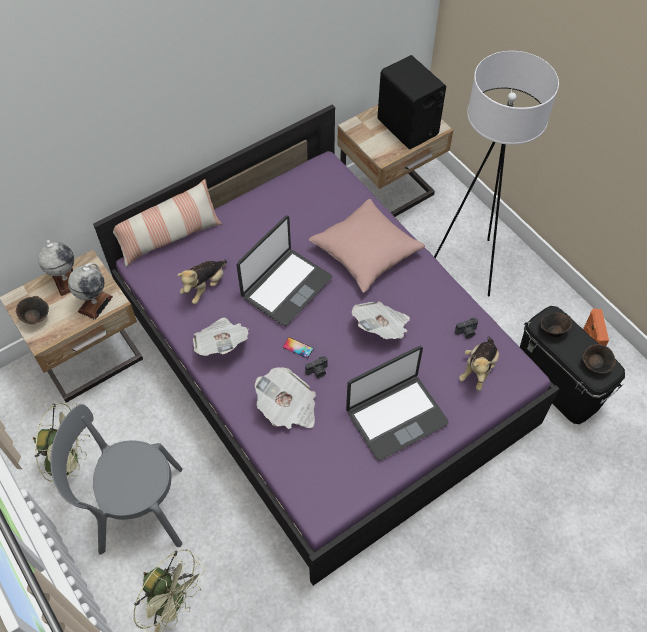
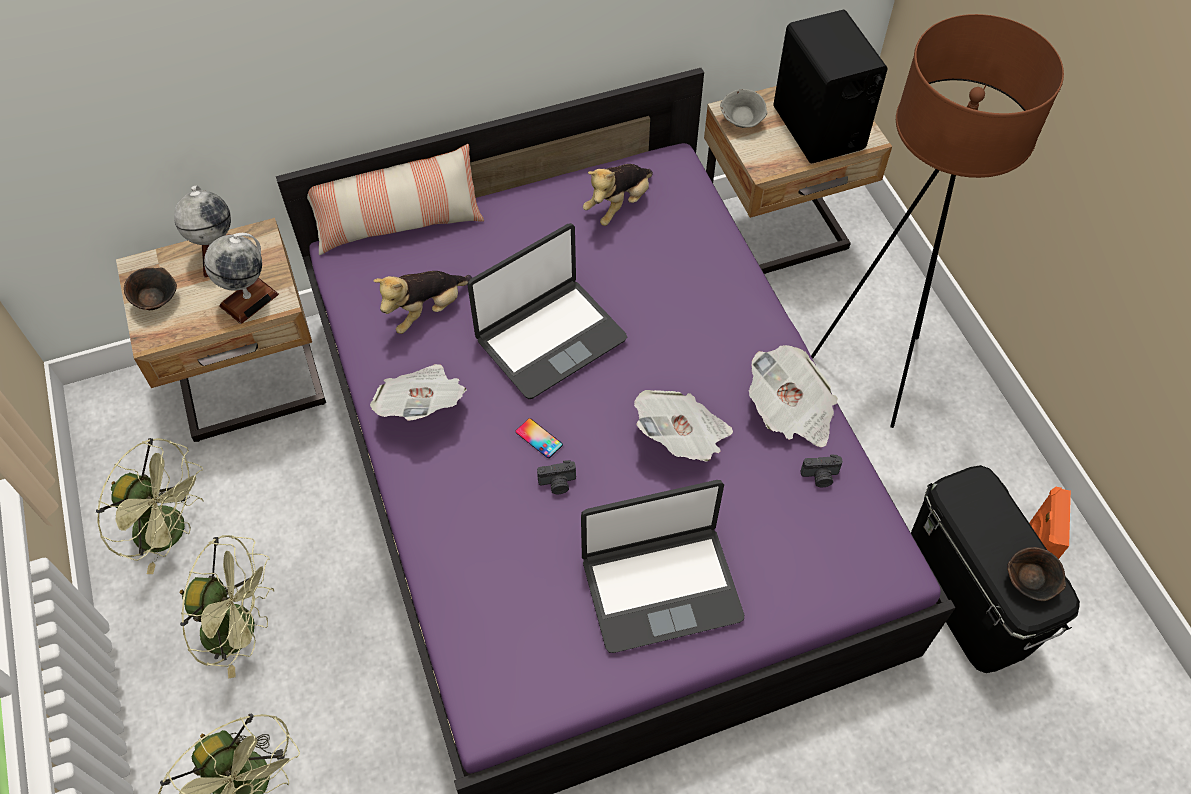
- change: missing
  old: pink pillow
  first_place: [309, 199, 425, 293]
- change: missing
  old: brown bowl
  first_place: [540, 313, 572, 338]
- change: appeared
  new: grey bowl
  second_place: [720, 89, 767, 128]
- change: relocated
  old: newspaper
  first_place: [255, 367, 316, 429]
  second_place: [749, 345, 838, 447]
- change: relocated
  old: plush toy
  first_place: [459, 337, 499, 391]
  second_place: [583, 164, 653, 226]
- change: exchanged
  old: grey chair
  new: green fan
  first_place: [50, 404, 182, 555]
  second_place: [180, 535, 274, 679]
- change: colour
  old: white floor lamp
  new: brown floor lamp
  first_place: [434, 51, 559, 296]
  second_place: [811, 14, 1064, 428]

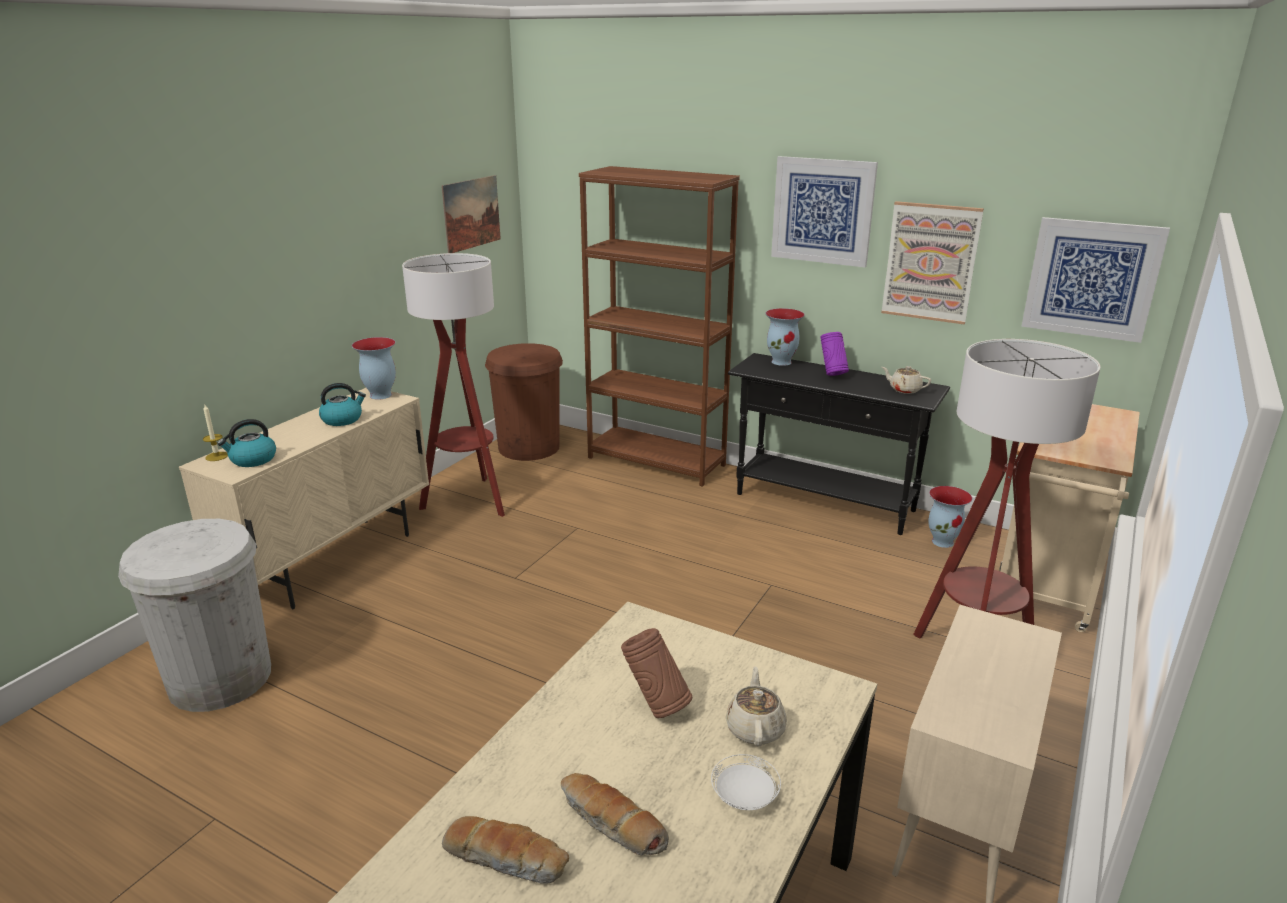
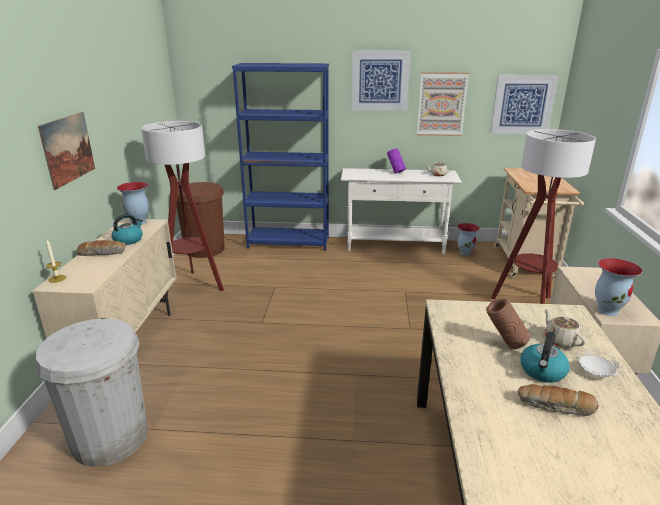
- change: relocated
  old: kettle
  first_place: [217, 419, 276, 467]
  second_place: [520, 332, 570, 383]
- change: relocated
  old: picture
  first_place: [441, 175, 501, 253]
  second_place: [38, 112, 95, 190]
- change: relocated
  old: bread
  first_place: [442, 816, 569, 884]
  second_place: [77, 240, 126, 256]
- change: relocated
  old: vase
  first_place: [766, 308, 804, 366]
  second_place: [595, 258, 643, 316]
- change: colour
  old: brown bookcase
  new: blue bookcase
  first_place: [579, 166, 740, 487]
  second_place: [232, 63, 329, 251]
- change: colour
  old: black console table
  new: white console table
  first_place: [728, 353, 950, 535]
  second_place: [341, 168, 462, 254]

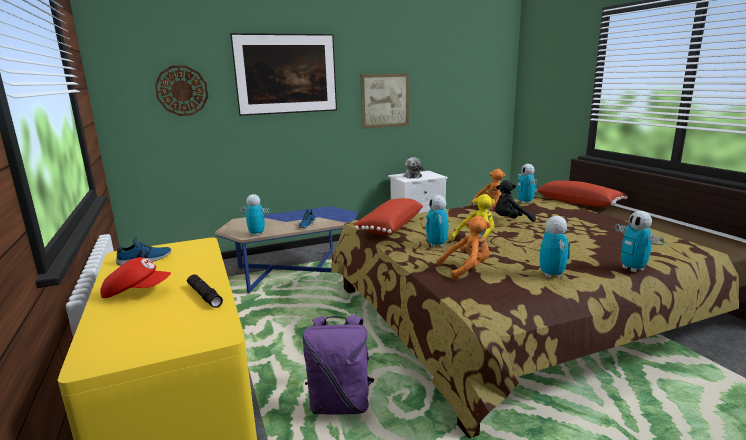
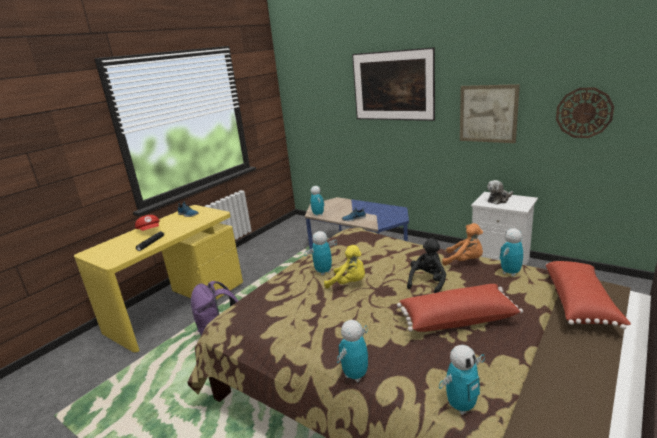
- change: missing
  old: orange plush toy
  first_place: [436, 216, 491, 280]
- change: relocated
  old: wall clock
  first_place: [155, 65, 208, 116]
  second_place: [556, 87, 614, 138]
- change: relocated
  old: red pillow
  first_place: [354, 198, 423, 235]
  second_place: [397, 284, 523, 332]
- change: relocated
  old: toy robot
  first_place: [540, 216, 570, 278]
  second_place: [439, 345, 485, 415]
- change: spun
  old: black plush toy
  first_place: [495, 180, 536, 222]
  second_place: [407, 238, 446, 293]
  degrees: 75

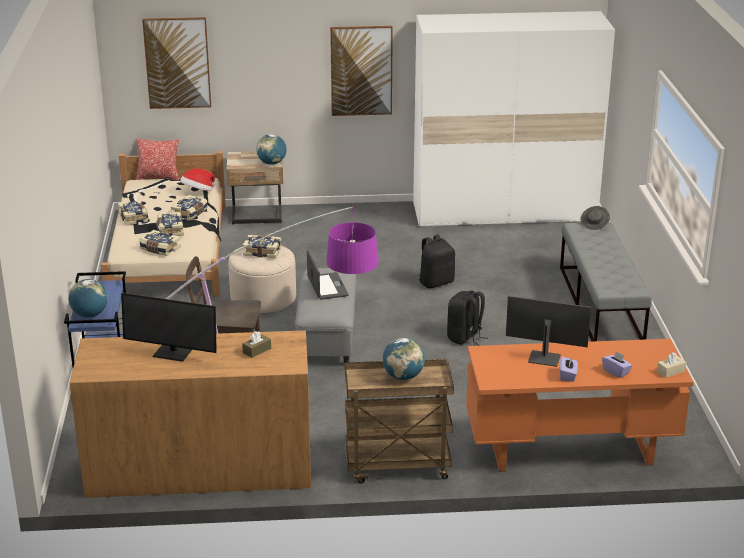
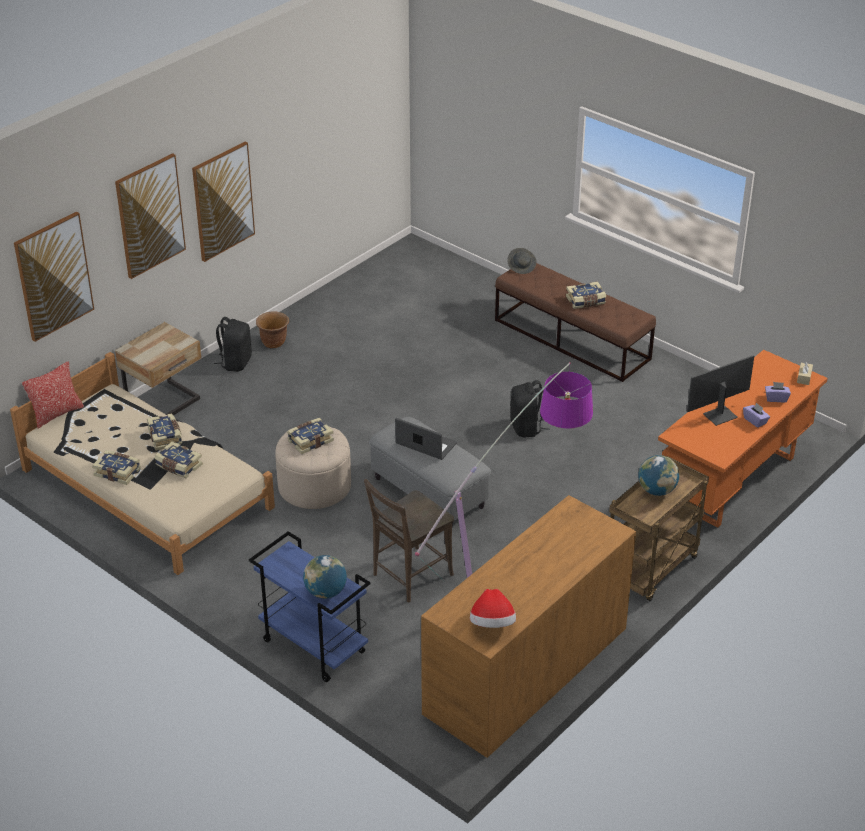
- change: missing
  old: monitor
  first_place: [121, 293, 217, 362]
- change: missing
  old: brown tissue box
  first_place: [242, 331, 271, 358]
- change: missing
  old: globe
  first_place: [256, 134, 286, 165]
- change: missing
  old: white wardrobe
  first_place: [413, 11, 615, 226]
- change: appeared
  new: picture
  second_place: [115, 153, 186, 279]
- change: appeared
  new: brown planter
  second_place: [256, 311, 289, 348]
- change: relocated
  old: book
  first_place: [139, 230, 181, 256]
  second_place: [566, 282, 606, 309]
- change: relocated
  old: hat
  first_place: [180, 169, 215, 191]
  second_place: [470, 589, 516, 628]
- change: relocated
  old: black backpack
  first_place: [418, 235, 455, 288]
  second_place: [214, 317, 252, 372]
- change: colour
  old: grey bench
  new: brown bench
  first_place: [560, 222, 652, 342]
  second_place: [495, 263, 656, 382]

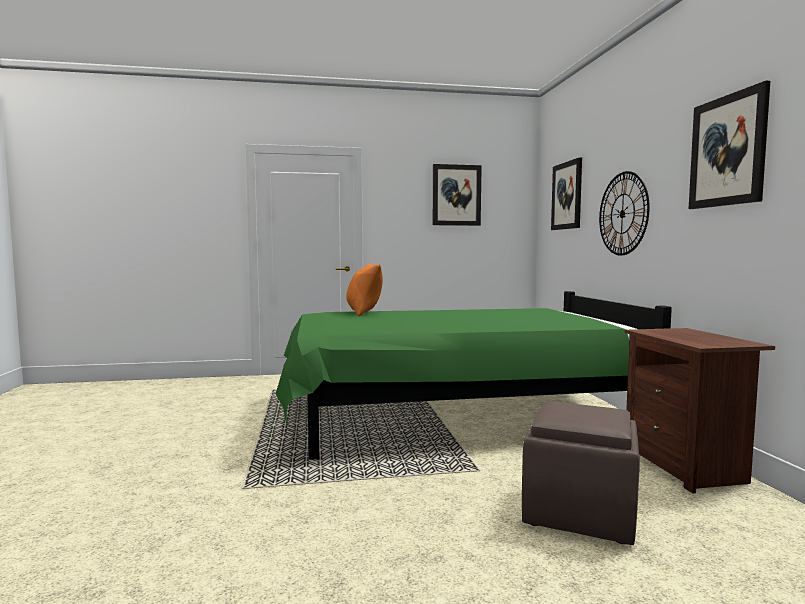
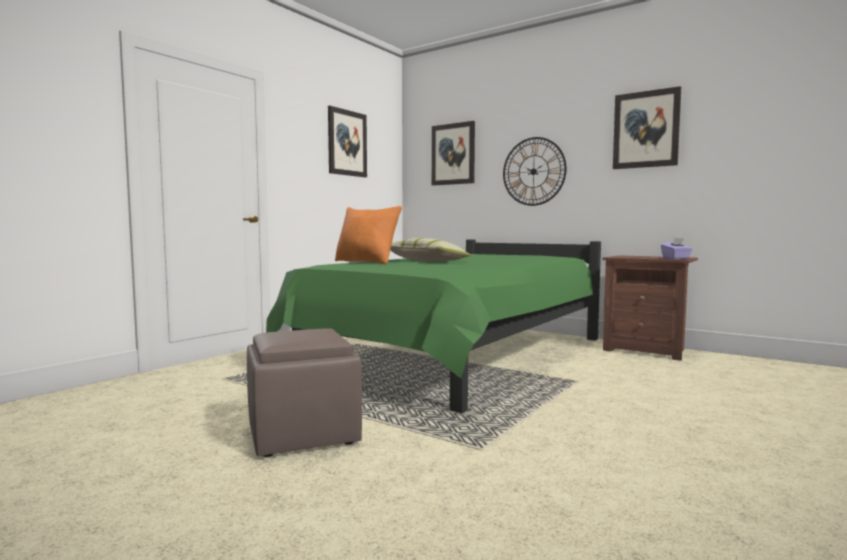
- change: appeared
  new: pillow
  second_place: [390, 238, 471, 261]
- change: appeared
  new: purple tissue box
  second_place: [661, 238, 693, 259]
- change: relocated
  old: brown ottoman
  first_place: [522, 401, 640, 545]
  second_place: [247, 328, 362, 457]

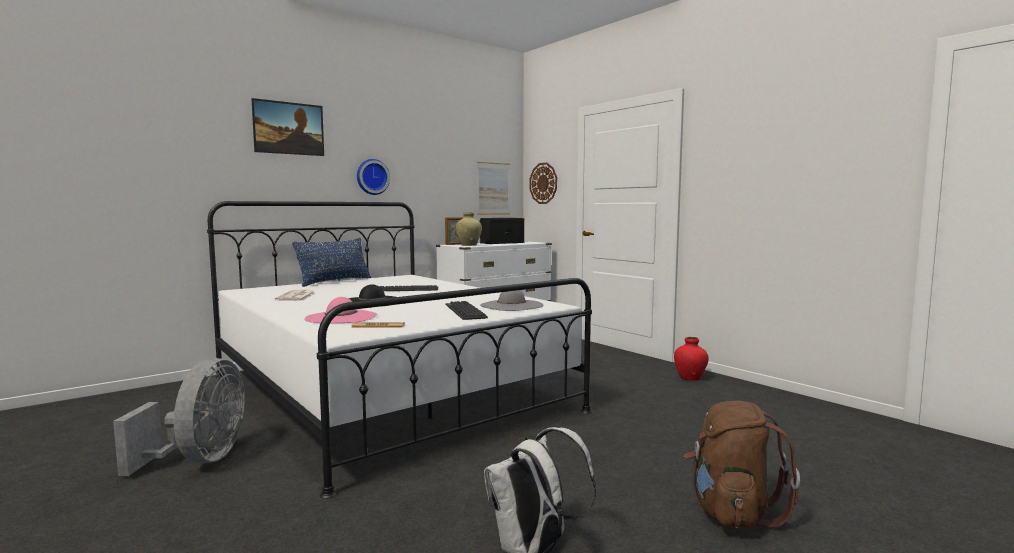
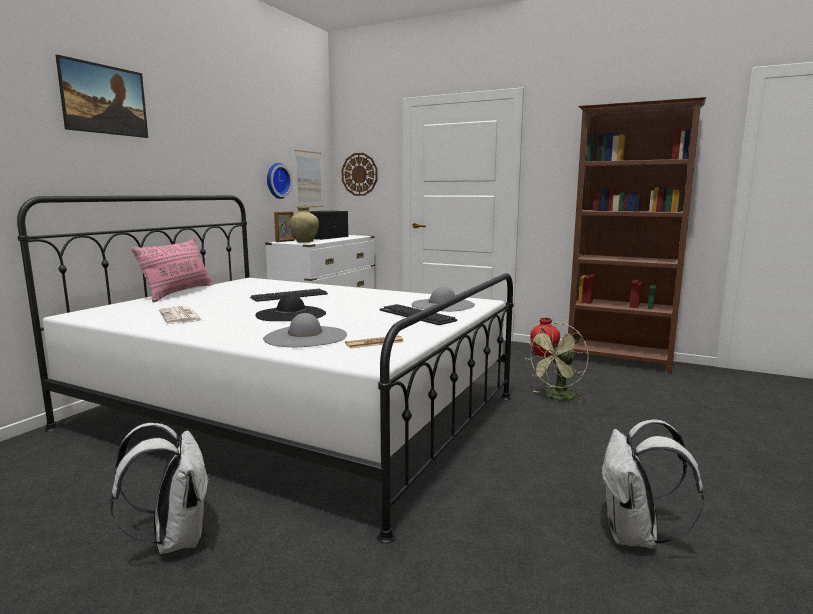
- change: missing
  old: brown backpack
  first_place: [683, 401, 800, 529]
- change: appeared
  new: green fan
  second_place: [527, 323, 589, 403]
- change: appeared
  new: brown bookcase
  second_place: [568, 97, 706, 374]
- change: relocated
  old: wall clock
  first_place: [357, 159, 390, 195]
  second_place: [267, 163, 292, 199]
- change: exchanged
  old: grey fan
  new: white backpack
  first_place: [113, 358, 245, 476]
  second_place: [110, 423, 208, 554]
- change: colour
  old: blue pillow
  new: pink pillow
  first_place: [292, 238, 371, 287]
  second_place: [132, 238, 213, 302]
- change: colour
  old: pink hat
  new: grey hat
  first_place: [304, 297, 377, 323]
  second_place: [263, 313, 347, 347]

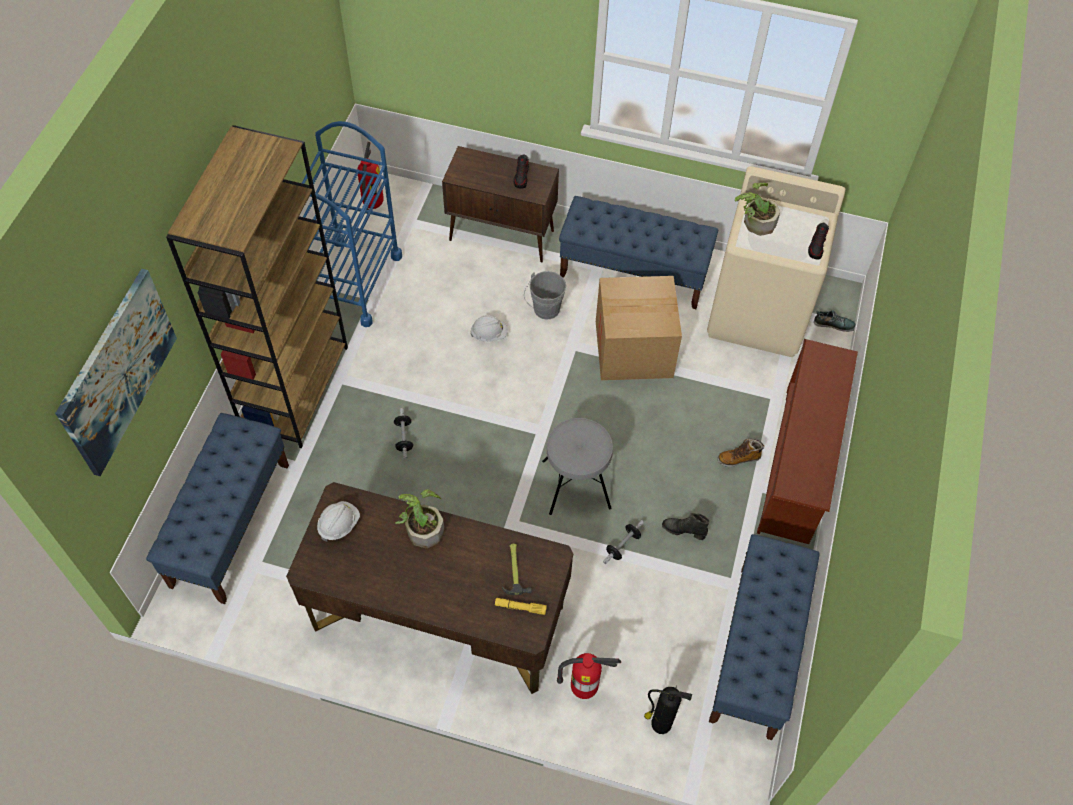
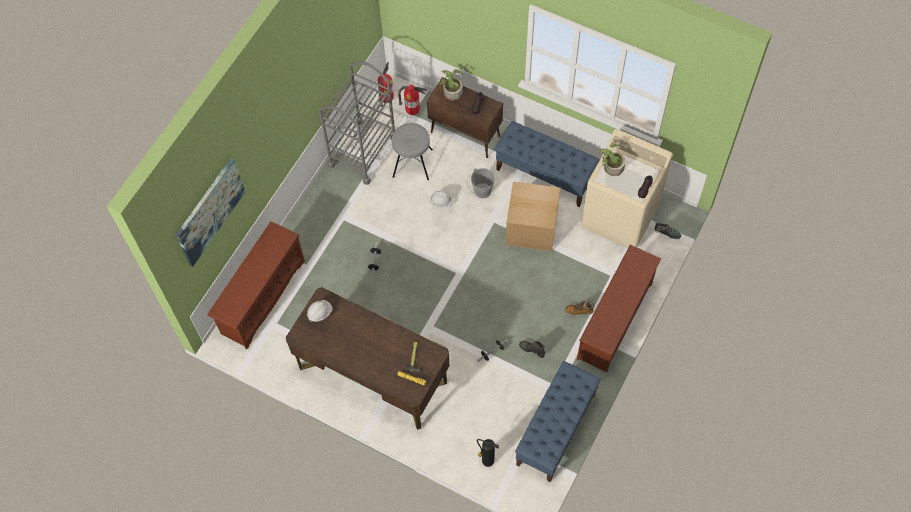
- change: missing
  old: brown bookcase
  first_place: [166, 125, 348, 448]
- change: relocated
  old: potted plant
  first_place: [395, 489, 445, 549]
  second_place: [438, 69, 464, 101]
- change: relocated
  old: grey stool
  first_place: [542, 418, 613, 515]
  second_place: [392, 123, 433, 180]
- change: relocated
  old: fire extinguisher
  first_place: [557, 653, 621, 699]
  second_place: [398, 85, 427, 115]
- change: exchanged
  old: blue bench
  new: brown shoe rack
  first_place: [146, 413, 289, 604]
  second_place: [207, 221, 305, 349]
- change: colour
  old: blue cart
  new: grey cart
  first_place: [302, 121, 402, 327]
  second_place: [319, 61, 395, 185]

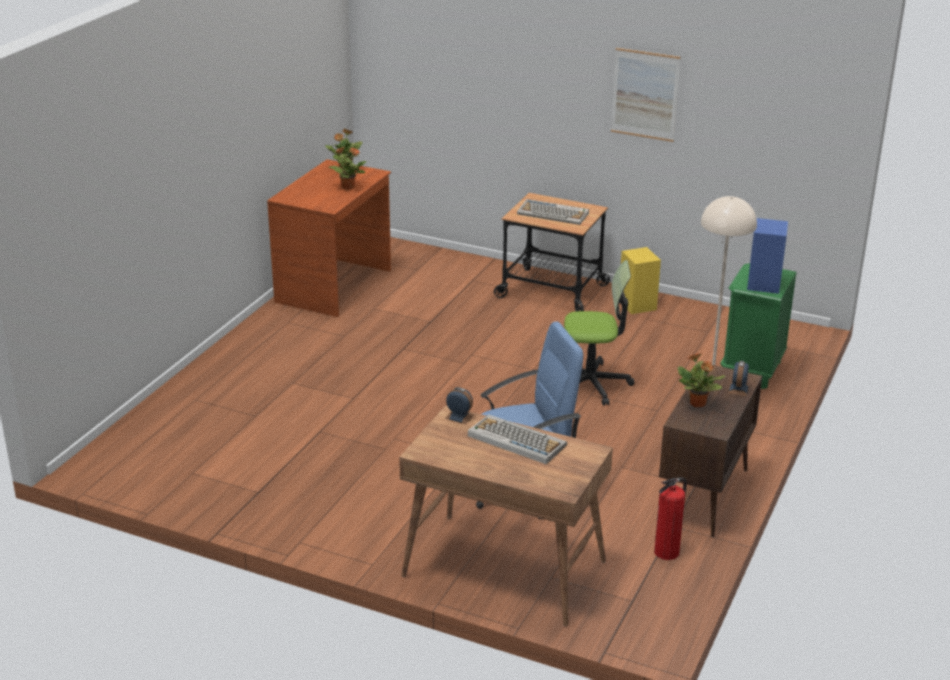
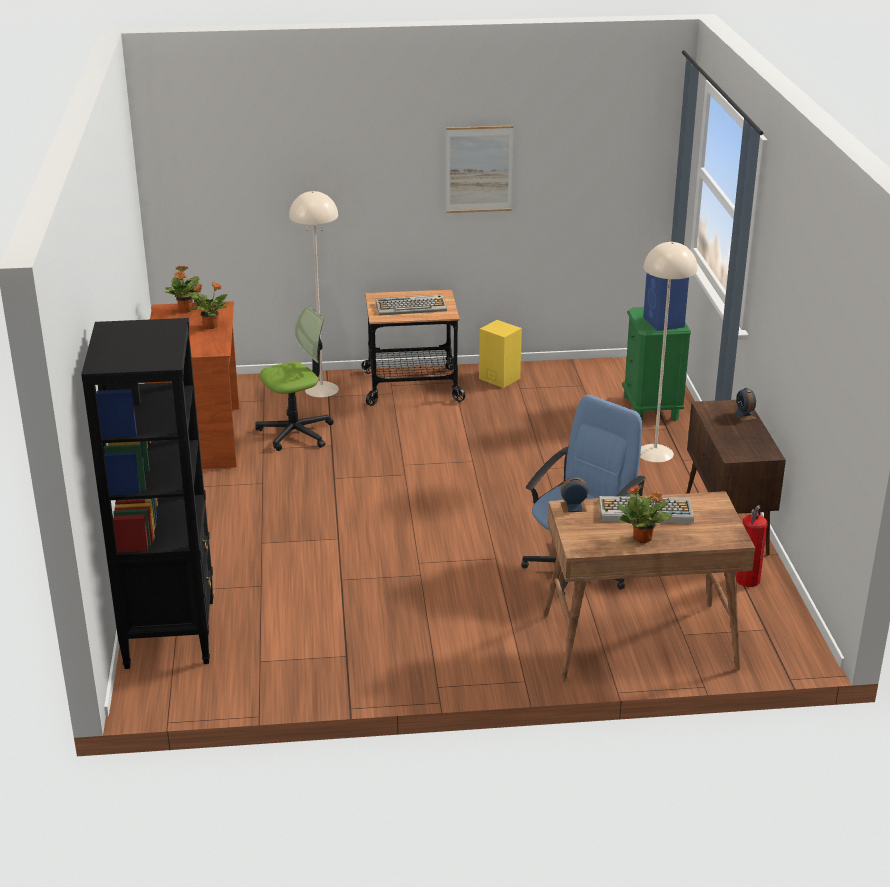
- change: appeared
  new: black bookcase
  second_place: [81, 318, 214, 669]
- change: appeared
  new: beige floor lamp
  second_place: [289, 191, 339, 397]
- change: relocated
  old: office chair
  first_place: [564, 260, 635, 406]
  second_place: [255, 306, 334, 451]
- change: relocated
  old: potted plant
  first_place: [678, 353, 725, 407]
  second_place: [618, 484, 672, 543]

